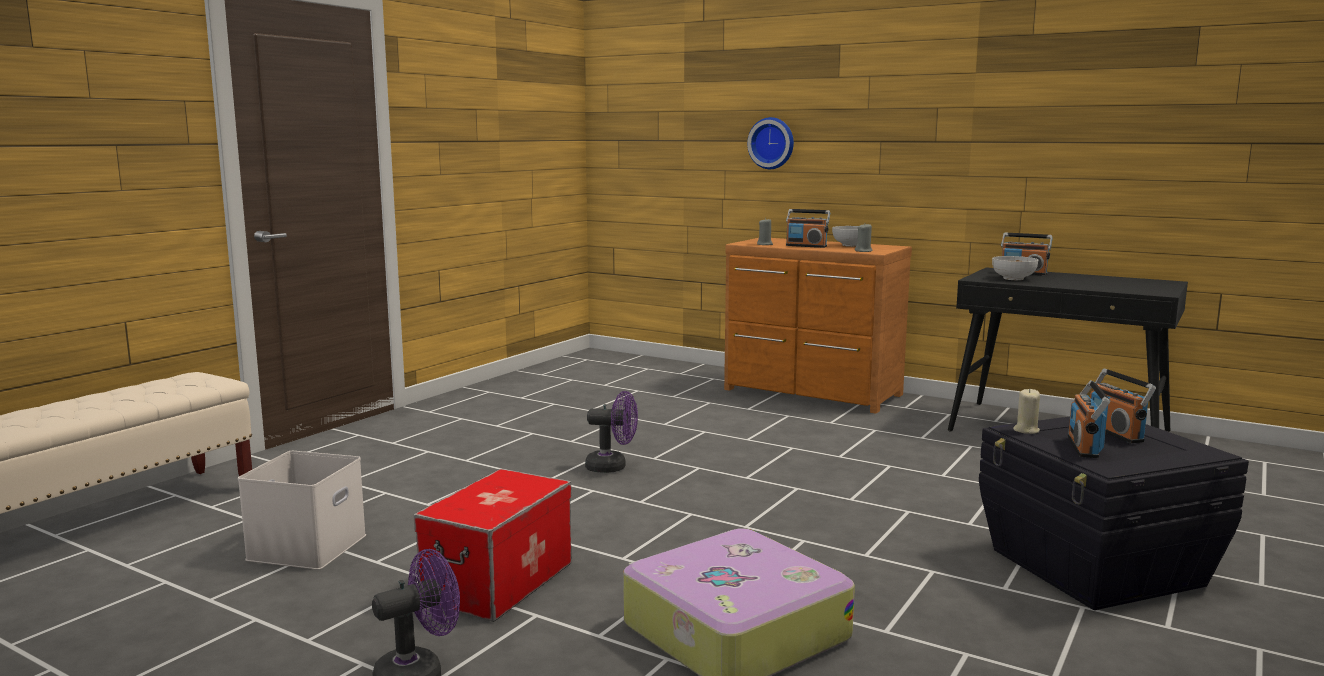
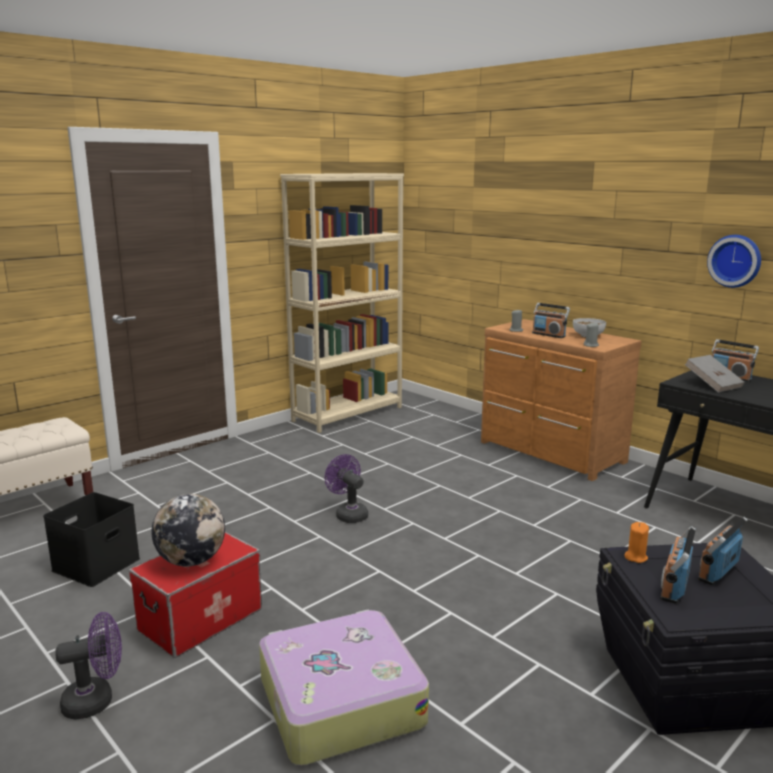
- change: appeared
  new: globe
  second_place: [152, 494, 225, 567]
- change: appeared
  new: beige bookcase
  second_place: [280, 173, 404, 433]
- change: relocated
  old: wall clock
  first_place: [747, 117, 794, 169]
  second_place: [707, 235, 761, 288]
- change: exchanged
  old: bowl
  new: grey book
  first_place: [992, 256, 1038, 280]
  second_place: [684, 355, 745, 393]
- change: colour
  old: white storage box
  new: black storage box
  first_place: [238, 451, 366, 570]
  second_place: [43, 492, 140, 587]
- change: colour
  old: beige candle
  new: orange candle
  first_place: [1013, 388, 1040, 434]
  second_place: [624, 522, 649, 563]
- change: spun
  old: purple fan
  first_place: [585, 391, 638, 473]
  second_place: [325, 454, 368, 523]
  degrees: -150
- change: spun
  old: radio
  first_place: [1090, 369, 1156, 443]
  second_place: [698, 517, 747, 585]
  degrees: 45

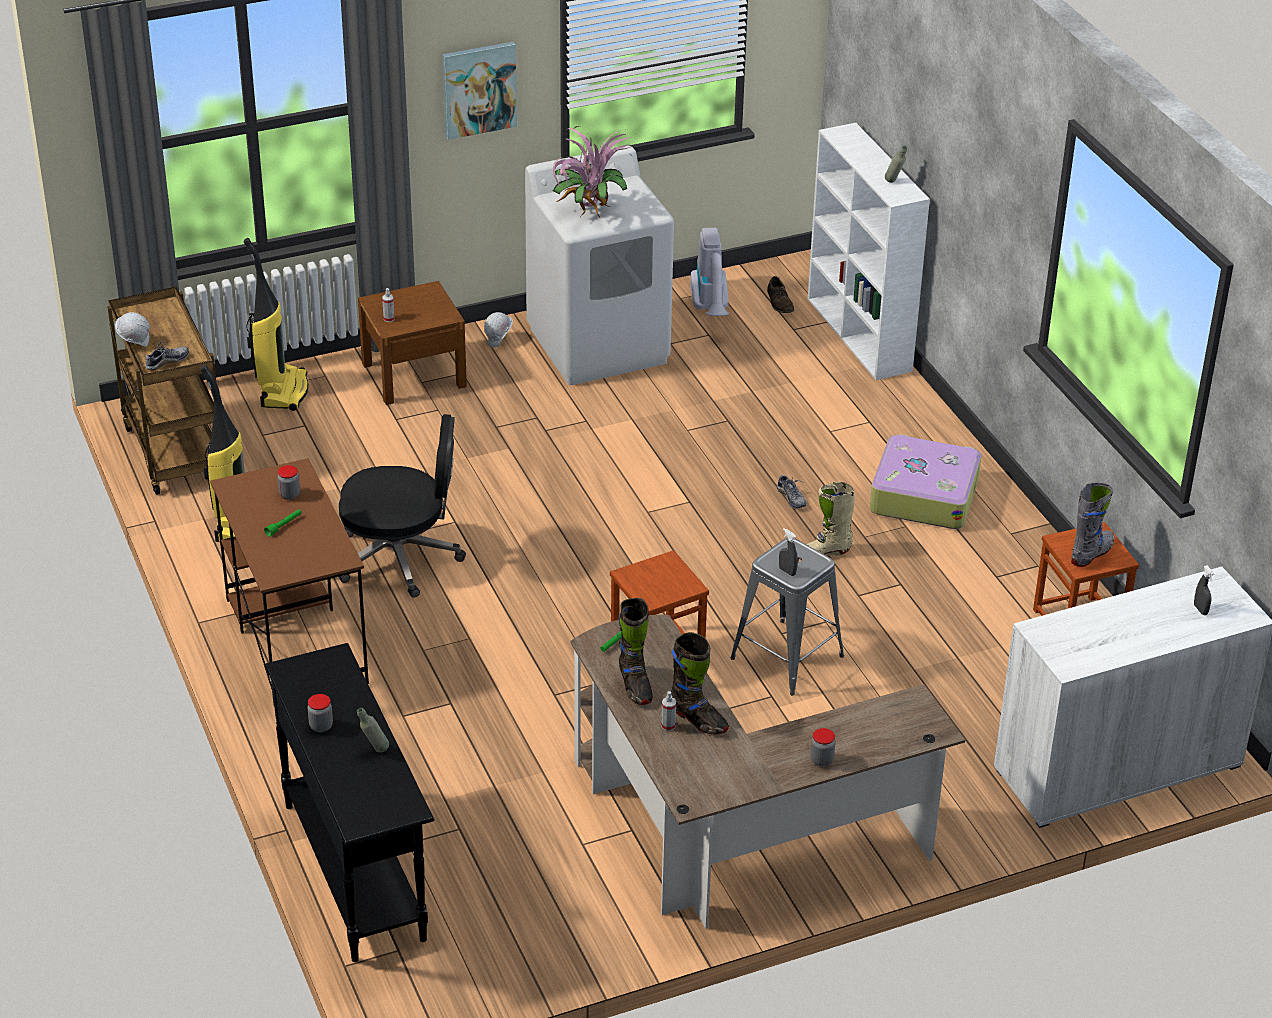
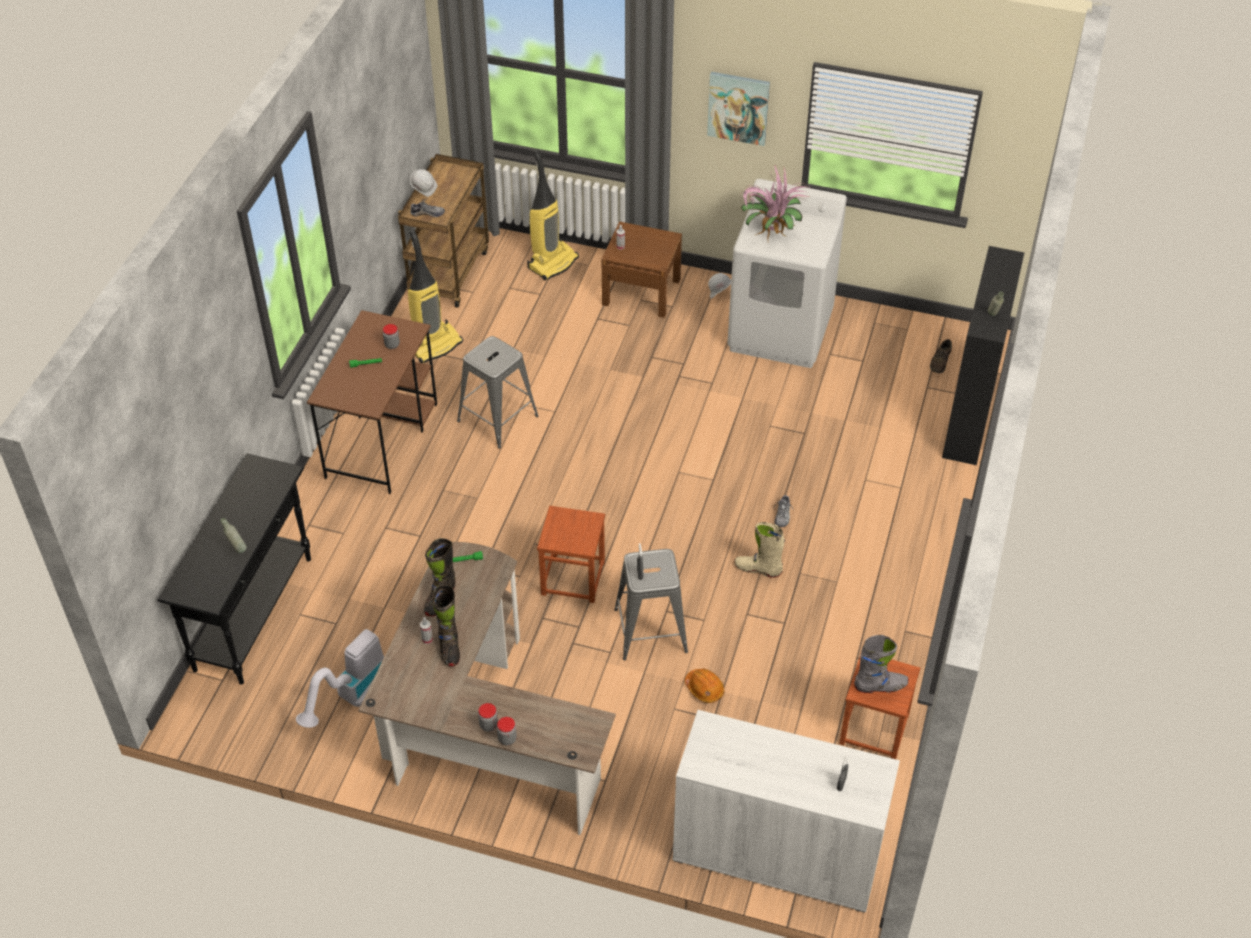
- change: missing
  old: suitcase
  first_place: [870, 434, 981, 529]
- change: appeared
  new: orange hard hat
  second_place: [685, 669, 724, 703]
- change: relocated
  old: jar
  first_place: [308, 694, 333, 732]
  second_place: [497, 717, 517, 745]
- change: relocated
  old: vacuum cleaner
  first_place: [690, 228, 729, 316]
  second_place: [296, 629, 384, 728]
- change: exchanged
  old: black office chair
  new: grey stool
  first_place: [338, 414, 466, 598]
  second_place: [457, 336, 539, 448]
- change: colour
  old: white bookcase
  new: black bookcase
  first_place: [808, 123, 930, 380]
  second_place: [942, 246, 1024, 465]

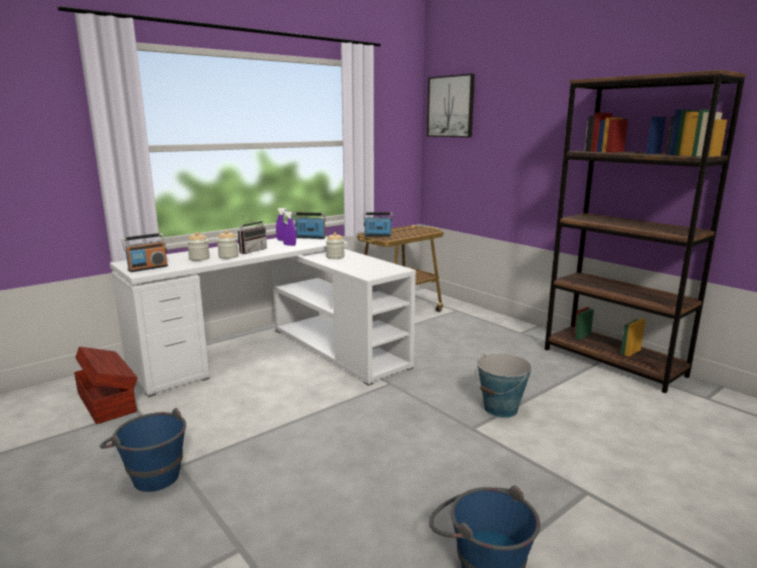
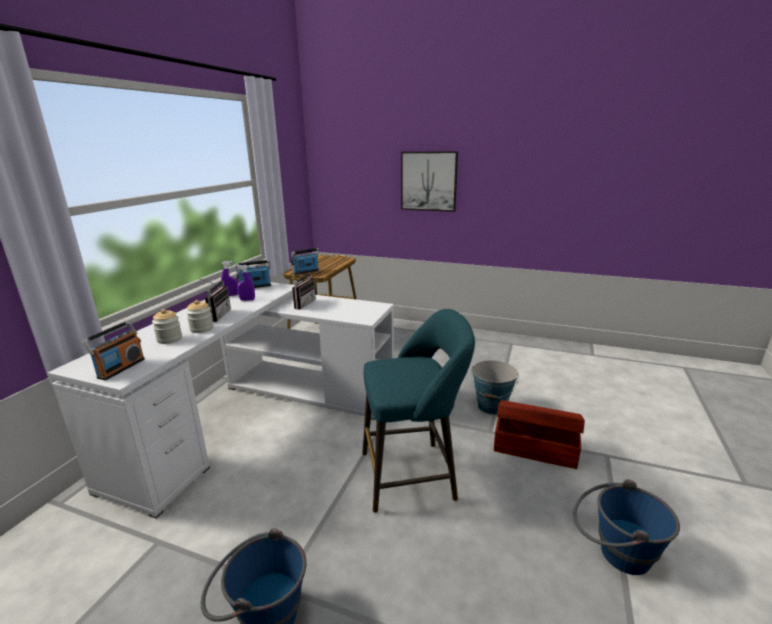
- change: missing
  old: brown bookcase
  first_place: [545, 70, 747, 393]
- change: appeared
  new: turquoise stool
  second_place: [362, 309, 475, 513]
- change: relocated
  old: brown storage box
  first_place: [74, 347, 138, 424]
  second_place: [494, 400, 585, 469]
- change: relocated
  old: picture
  first_place: [427, 74, 475, 138]
  second_place: [401, 152, 458, 212]
- change: exchanged
  old: jar
  new: radio
  first_place: [326, 232, 345, 259]
  second_place: [290, 270, 316, 310]

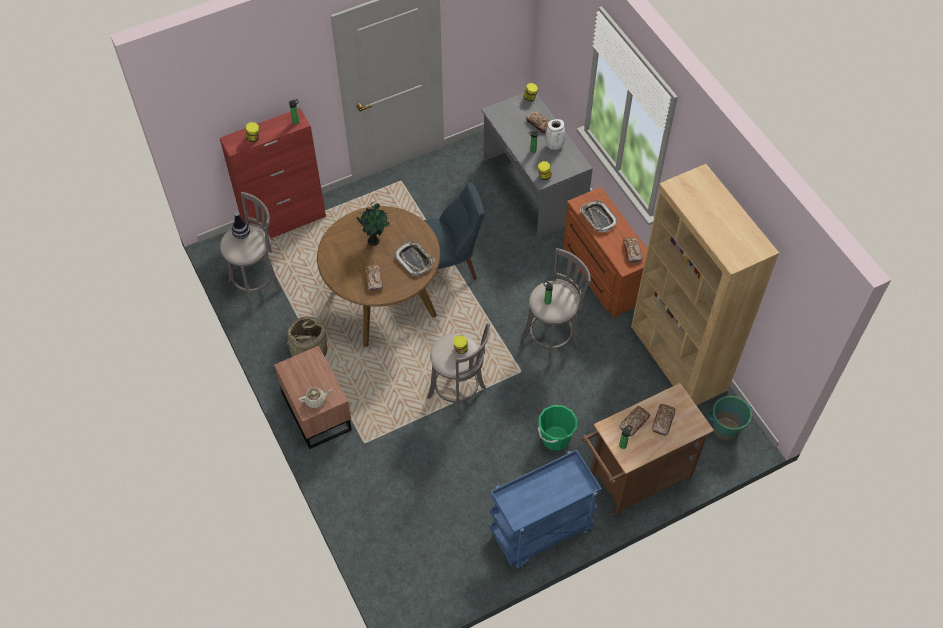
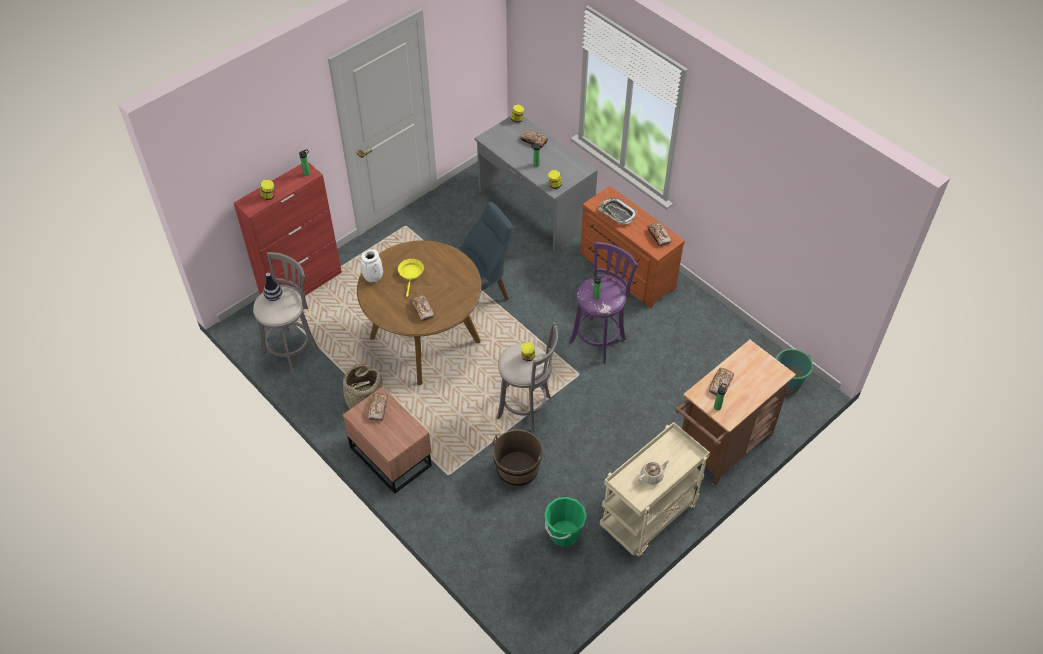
- change: missing
  old: tray
  first_place: [394, 241, 435, 276]
- change: missing
  old: brown bookcase
  first_place: [631, 164, 779, 406]
- change: appeared
  new: brown bucket
  second_place: [492, 429, 543, 487]
- change: relocated
  old: beige teapot
  first_place: [299, 387, 332, 408]
  second_place: [638, 460, 669, 485]
- change: relocated
  old: green bucket
  first_place: [538, 405, 577, 451]
  second_place: [544, 497, 587, 547]
- change: relocated
  old: white vase
  first_place: [545, 119, 565, 150]
  second_place: [361, 249, 383, 282]
- change: relocated
  old: bread
  first_place: [652, 404, 675, 436]
  second_place: [368, 393, 388, 421]
- change: exchanged
  old: potted plant
  new: yellow frying pan
  first_place: [356, 202, 389, 246]
  second_place: [398, 259, 424, 297]
- change: colour
  old: blue cart
  new: beige cart
  first_place: [489, 450, 602, 568]
  second_place: [600, 422, 710, 557]
- change: colour
  old: grey stool
  new: purple stool
  first_place: [521, 248, 591, 366]
  second_place: [569, 242, 638, 364]

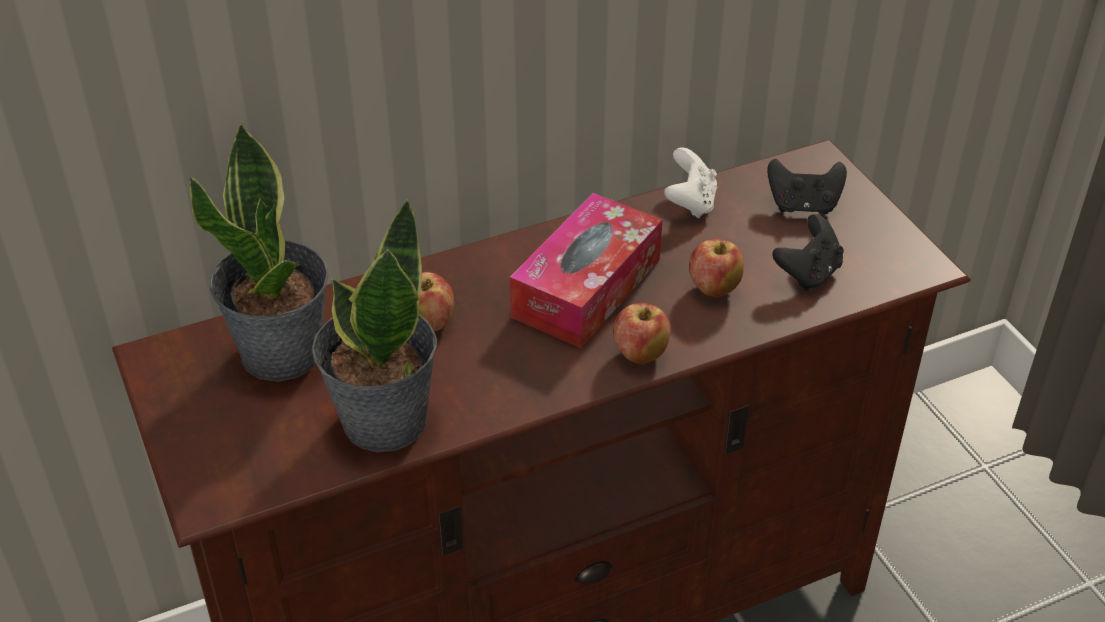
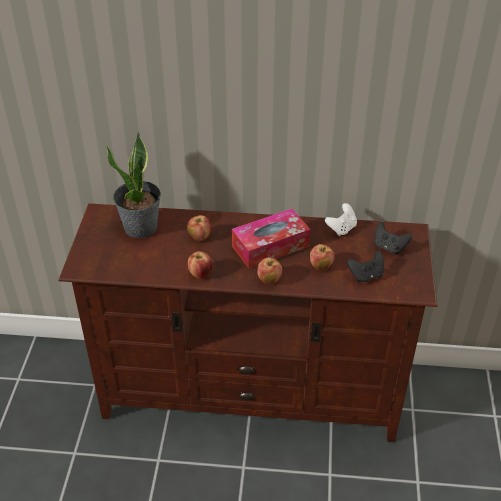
- change: missing
  old: potted plant
  first_place: [312, 198, 437, 452]
- change: appeared
  new: apple
  second_place: [188, 251, 213, 279]

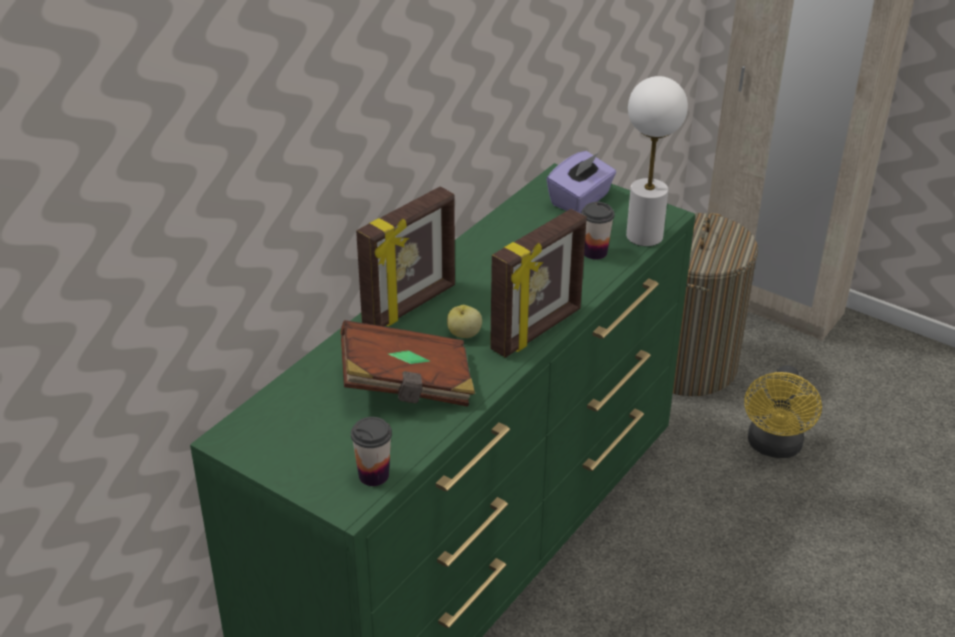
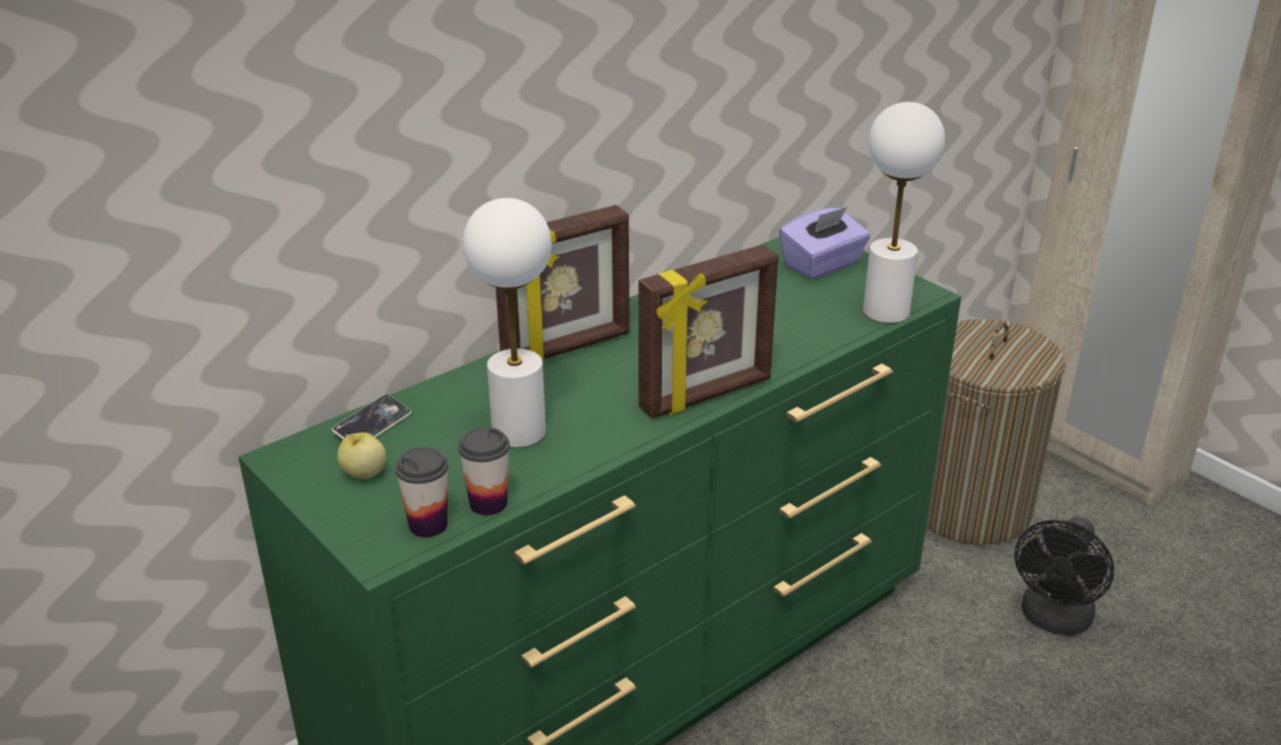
- change: appeared
  new: phone
  second_place: [332, 394, 411, 439]
- change: relocated
  old: apple
  first_place: [447, 305, 482, 338]
  second_place: [337, 432, 386, 479]
- change: relocated
  old: cup
  first_place: [581, 202, 615, 260]
  second_place: [458, 427, 510, 515]
- change: exchanged
  old: brown book
  new: white table lamp
  first_place: [340, 320, 475, 407]
  second_place: [463, 198, 552, 448]
- change: colour
  old: yellow fan
  new: black fan
  first_place: [744, 365, 822, 458]
  second_place: [1015, 517, 1114, 636]

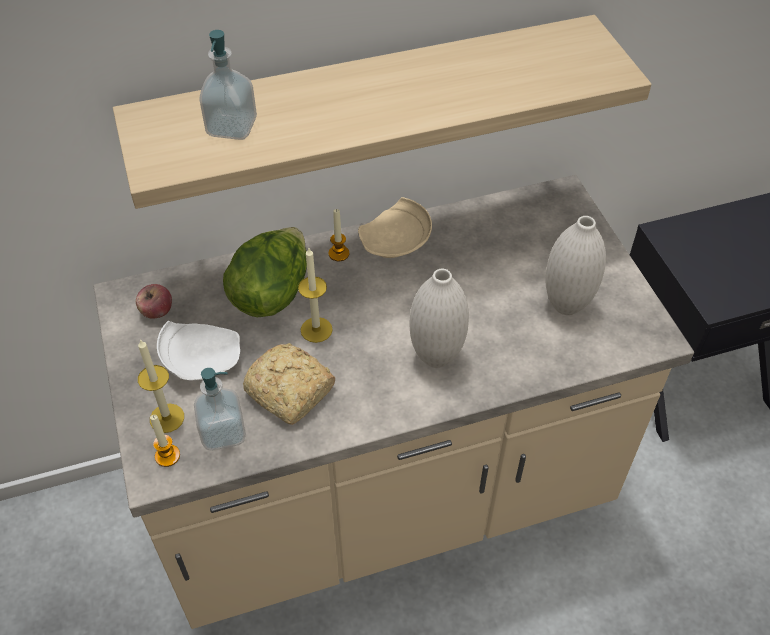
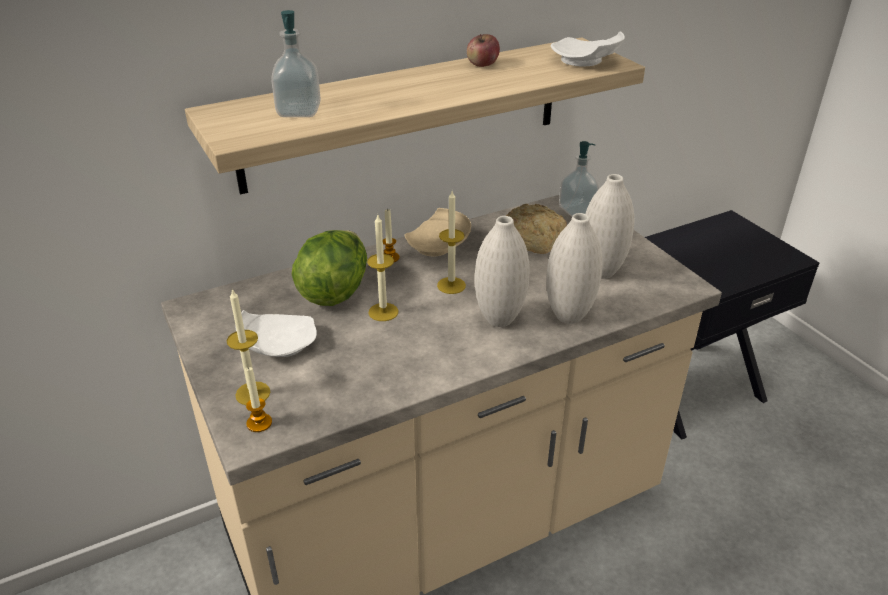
- change: appeared
  new: candle
  second_place: [437, 191, 466, 294]
- change: appeared
  new: white vase
  second_place: [547, 213, 603, 324]
- change: appeared
  new: white plate
  second_place: [551, 31, 625, 67]
- change: relocated
  old: apple
  first_place: [136, 284, 172, 319]
  second_place: [467, 34, 500, 67]
- change: relocated
  old: soap dispenser
  first_place: [194, 368, 246, 451]
  second_place: [559, 141, 599, 217]
- change: relocated
  old: bread
  first_place: [243, 343, 335, 425]
  second_place: [506, 204, 567, 254]

